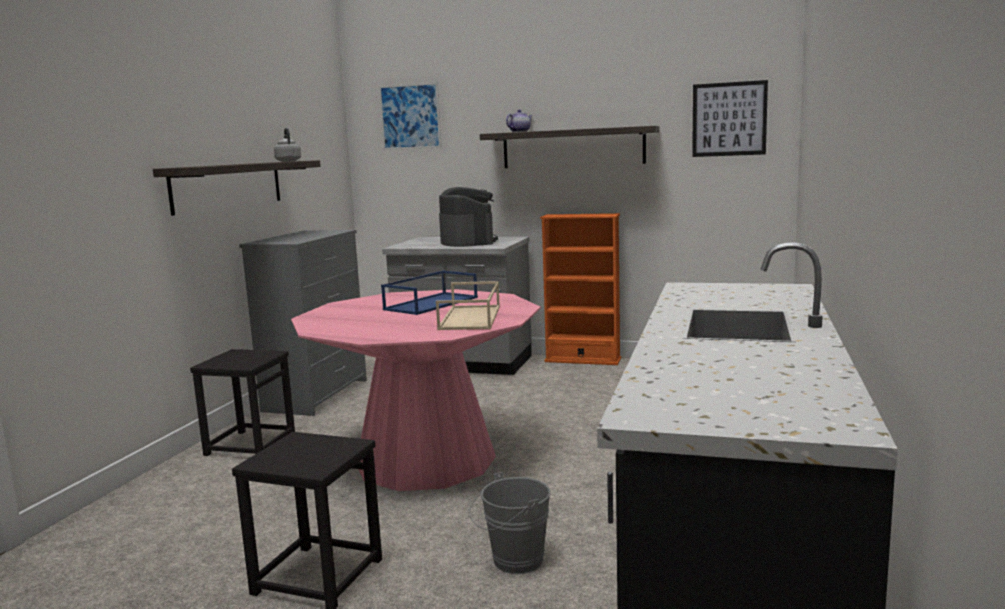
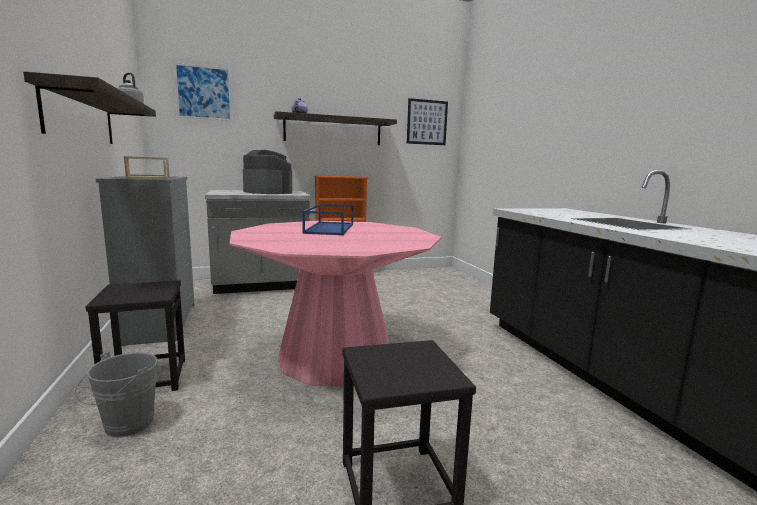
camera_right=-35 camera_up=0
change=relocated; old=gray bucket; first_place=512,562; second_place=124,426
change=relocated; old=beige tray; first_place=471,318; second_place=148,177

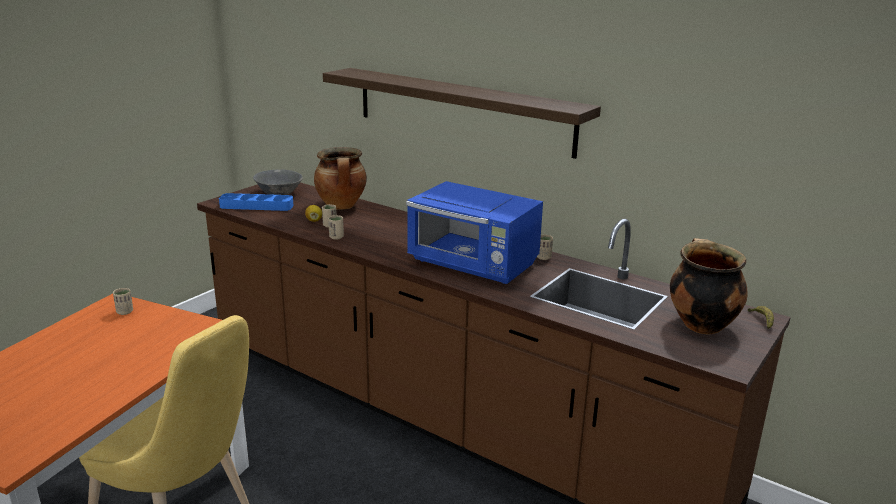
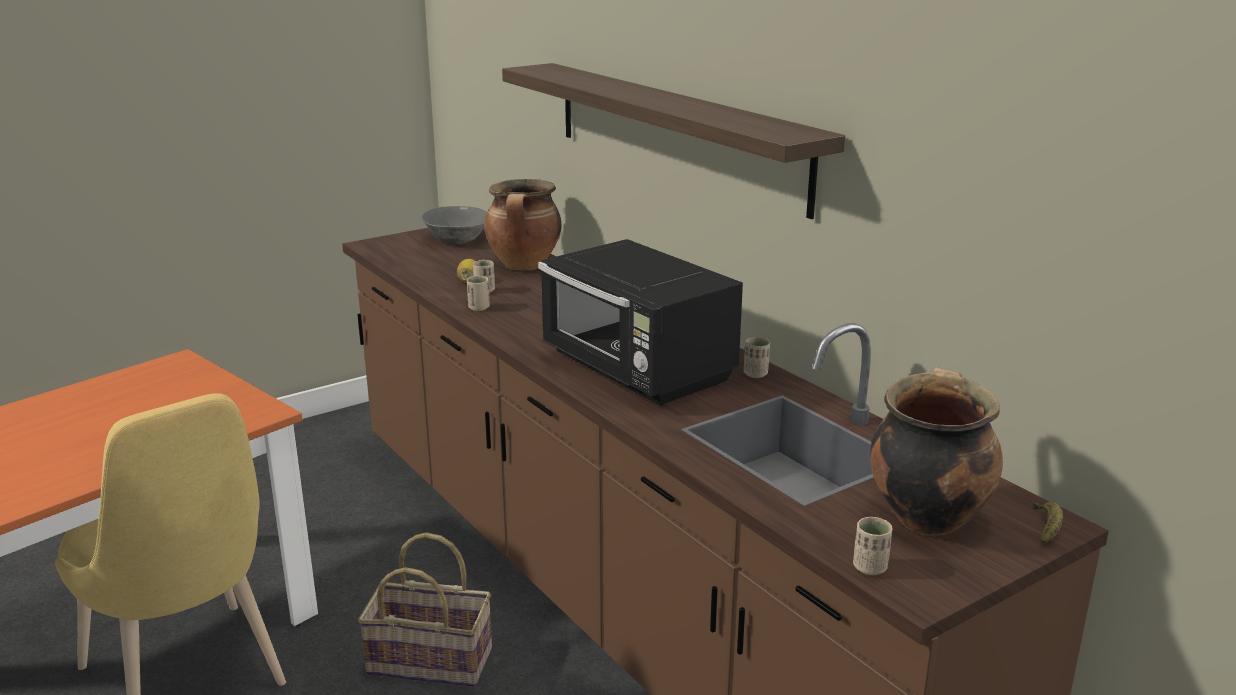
camera_right=20 camera_up=0
change=appeared; new=storage basket; second_place=431,660
change=colour; old=blue-coloured microwave oven; new=black microwave oven; first_place=473,265; second_place=638,371
change=relocated; old=beige cup; first_place=125,312; second_place=870,567
change=missing; old=blue-coloured tray; first_place=256,206

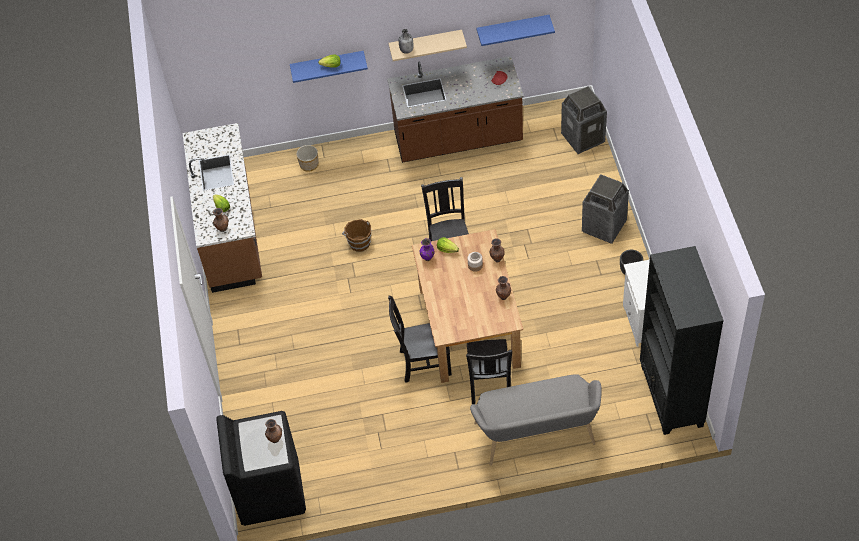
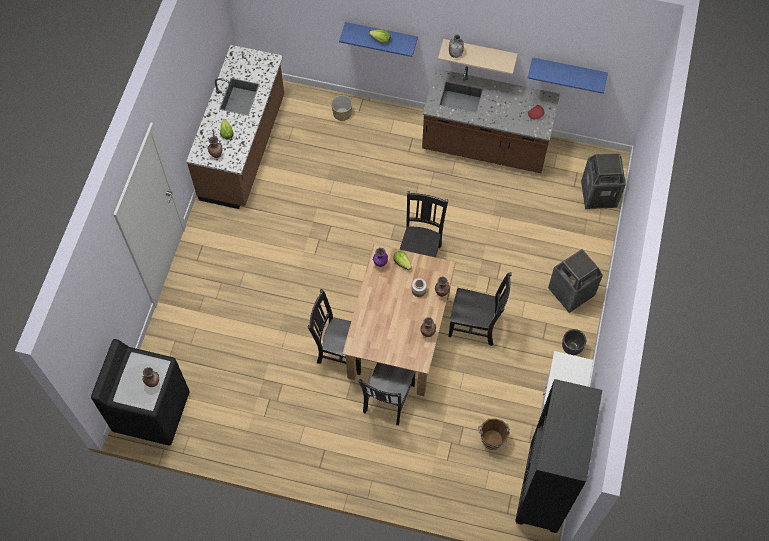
camera_right=20 camera_up=10
change=appeared; new=black upright chair; second_place=475,325
change=relocated; old=brown bucket; first_place=359,243; second_place=492,438
change=missing; old=gray long seat; first_place=537,438

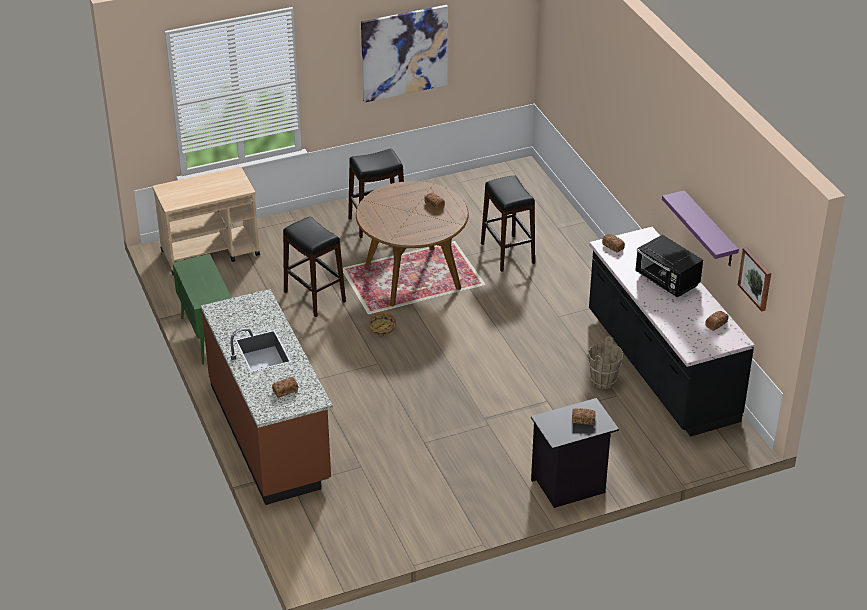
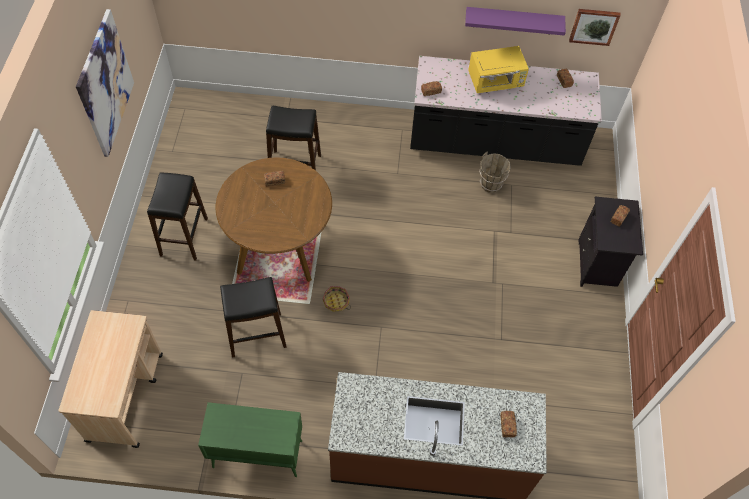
camera_right=-65 camera_up=20
change=colour; old=black microwave oven; new=yellow microwave oven; first_place=667,281; second_place=496,82

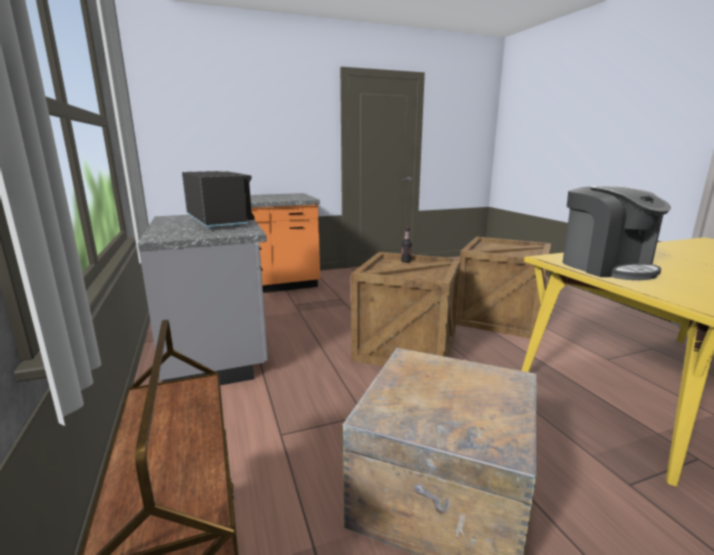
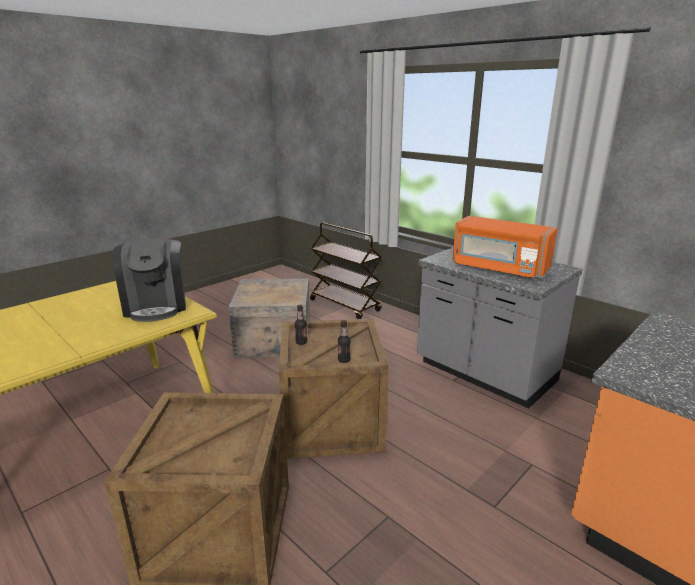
camera_right=155 camera_up=5
change=spun; old=coffee maker; first_place=606,267; second_place=156,306; degrees=-150
change=appeared; new=beverage bottle; second_place=301,342
change=colour; old=black microwave oven; new=orange microwave oven; first_place=218,221; second_place=499,268

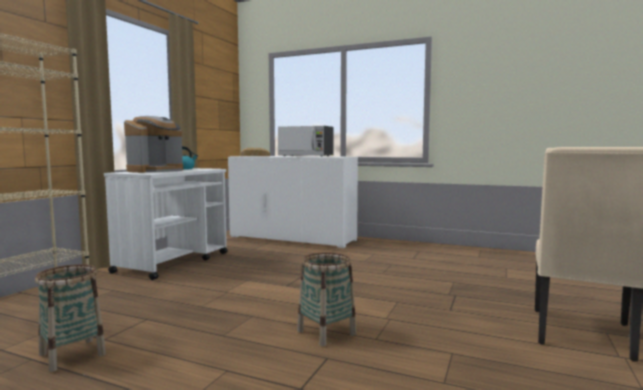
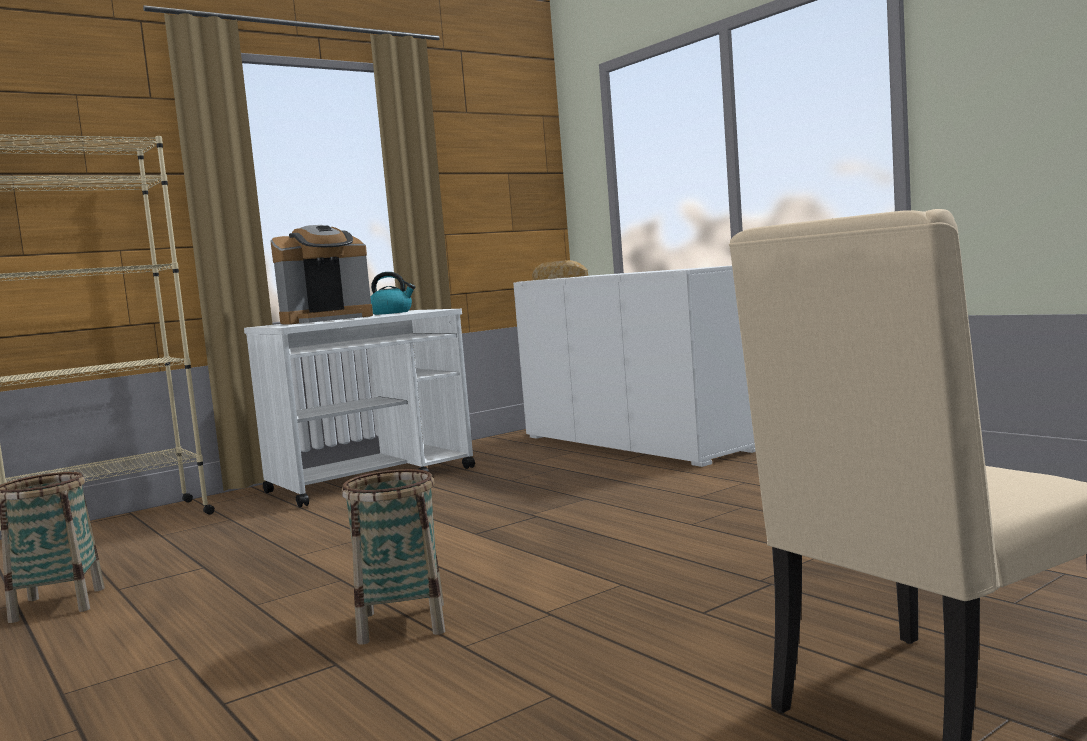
camera_right=30 camera_up=0
change=missing; old=microwave oven; first_place=306,156

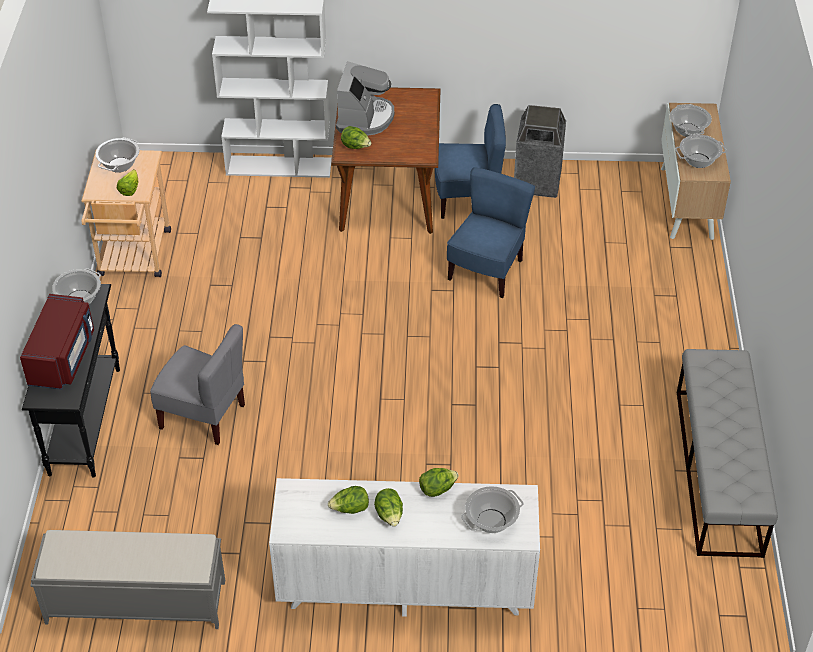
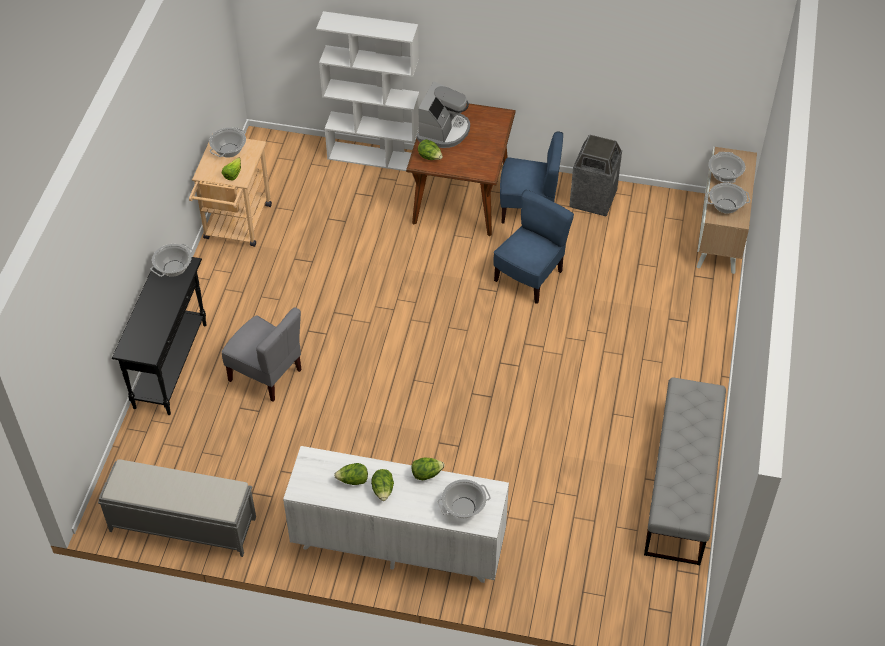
camera_right=10 camera_up=5
change=missing; old=red microwave oven; first_place=63,357

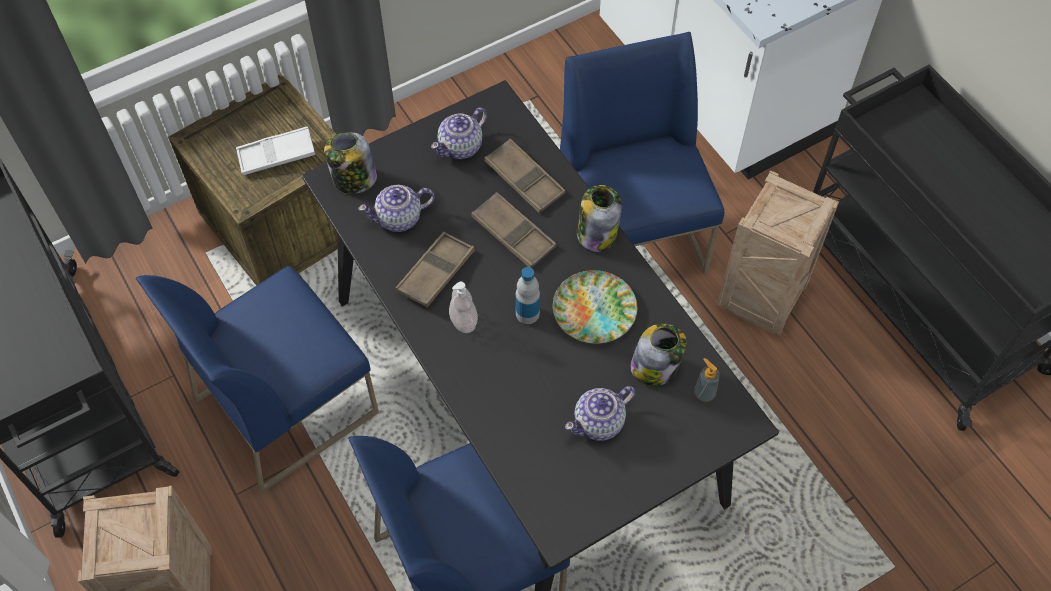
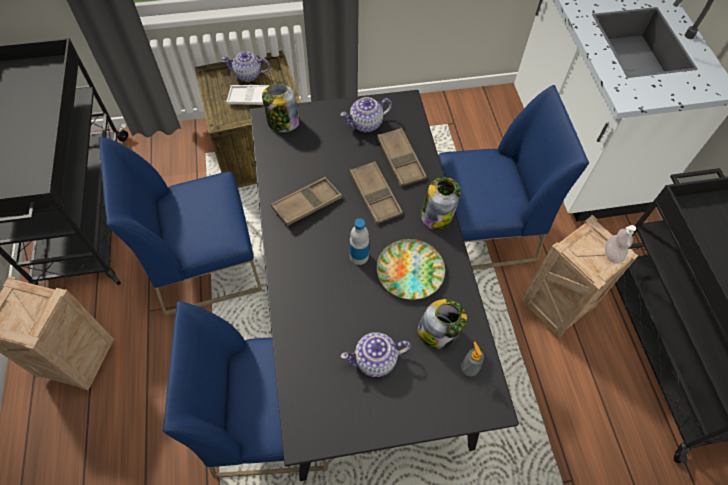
camera_right=20 camera_up=0
change=relocated; old=teapot; first_place=399,218; second_place=248,75
change=spun; old=blue-coloured upright chair; first_place=633,235; second_place=480,232; degrees=75
change=relocated; old=soap dispenser; first_place=463,321; second_place=612,254

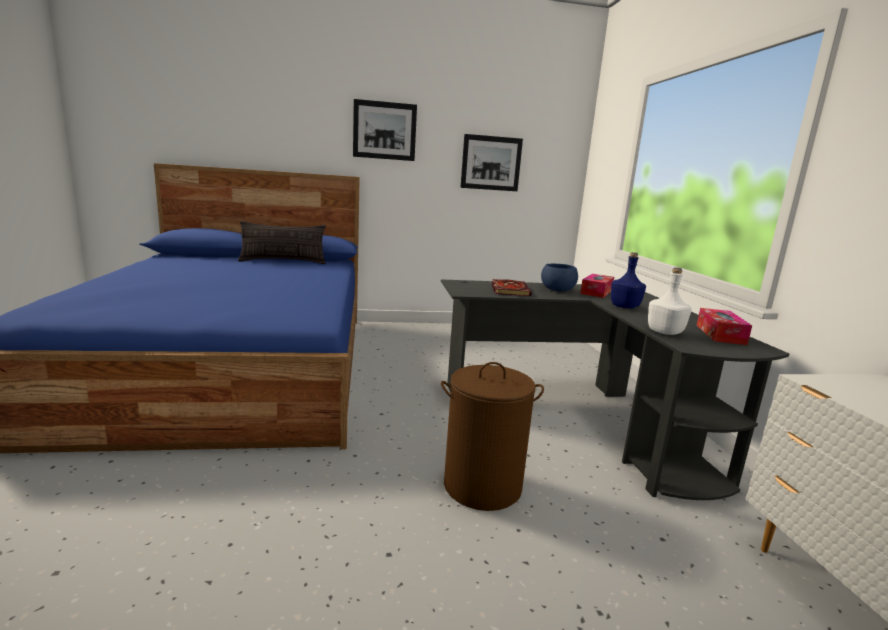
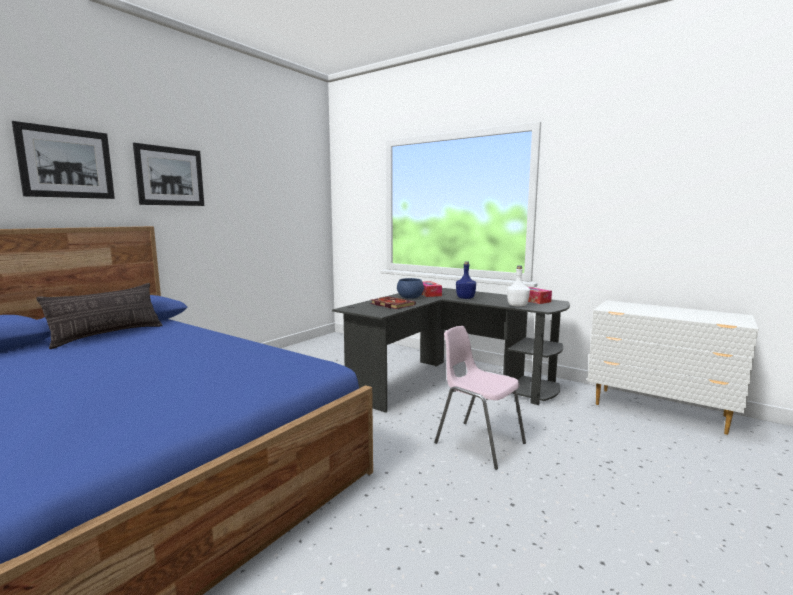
camera_right=-45 camera_up=-5
change=relocated; old=wall picture; first_place=491,163; second_place=67,163
change=exchanged; old=brown washing basket; new=pinkish upright chair; first_place=483,486; second_place=478,443

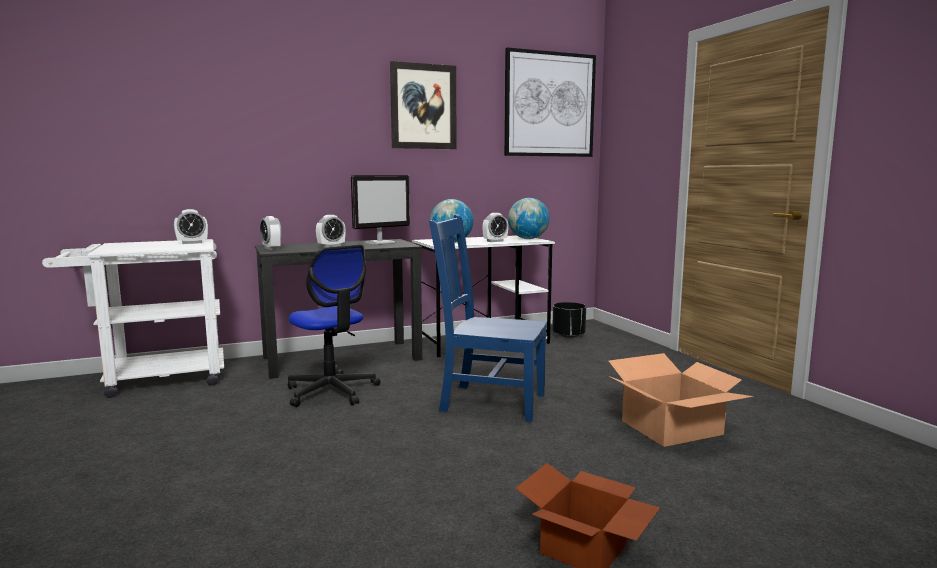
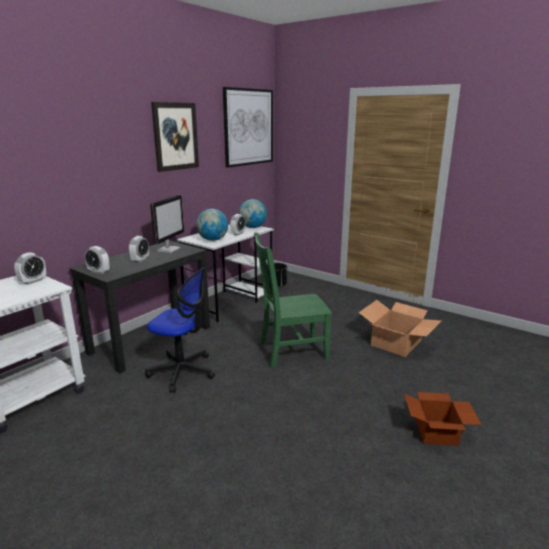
camera_right=-30 camera_up=10
change=colour; old=blue-coloured upright chair; new=green-coloured upright chair; first_place=489,402; second_place=290,351

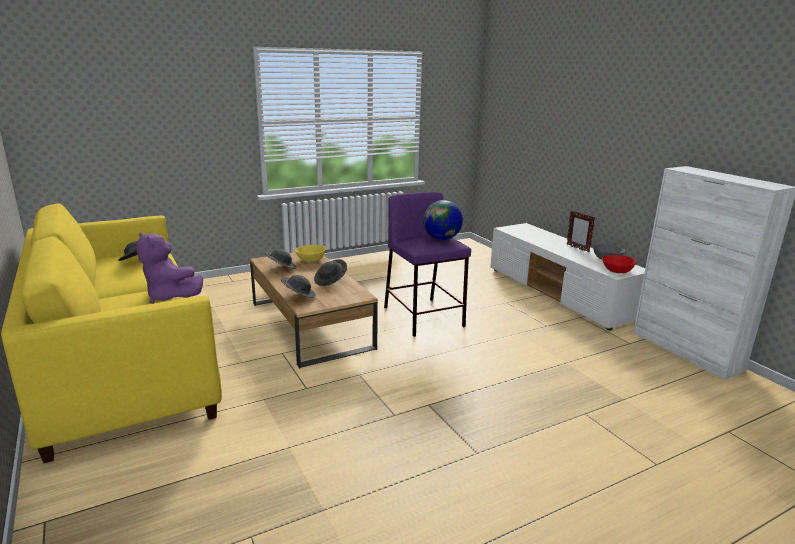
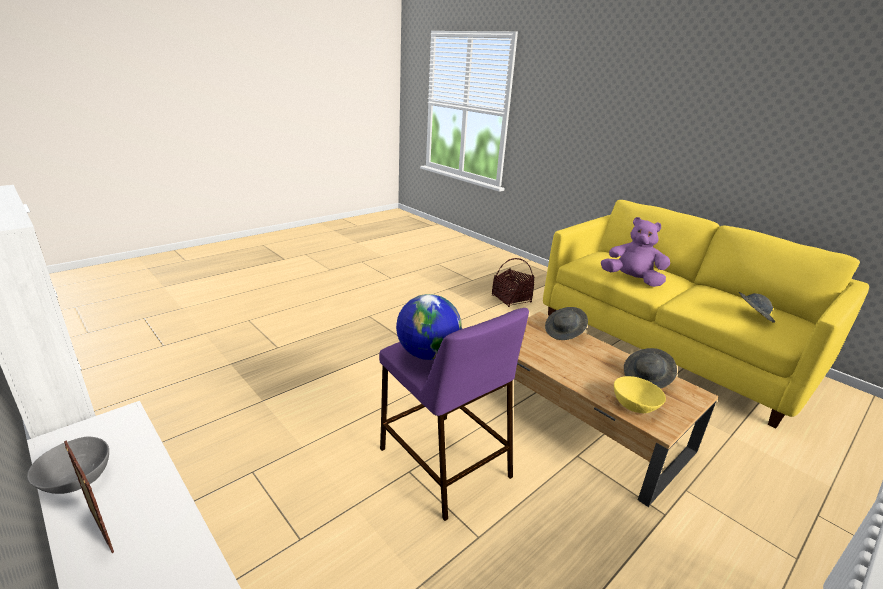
camera_right=165 camera_up=5
change=appeared; new=storage basket; second_place=511,299
change=missing; old=gray wearable hat; first_place=331,281
change=missing; old=red deep dish; first_place=617,271

